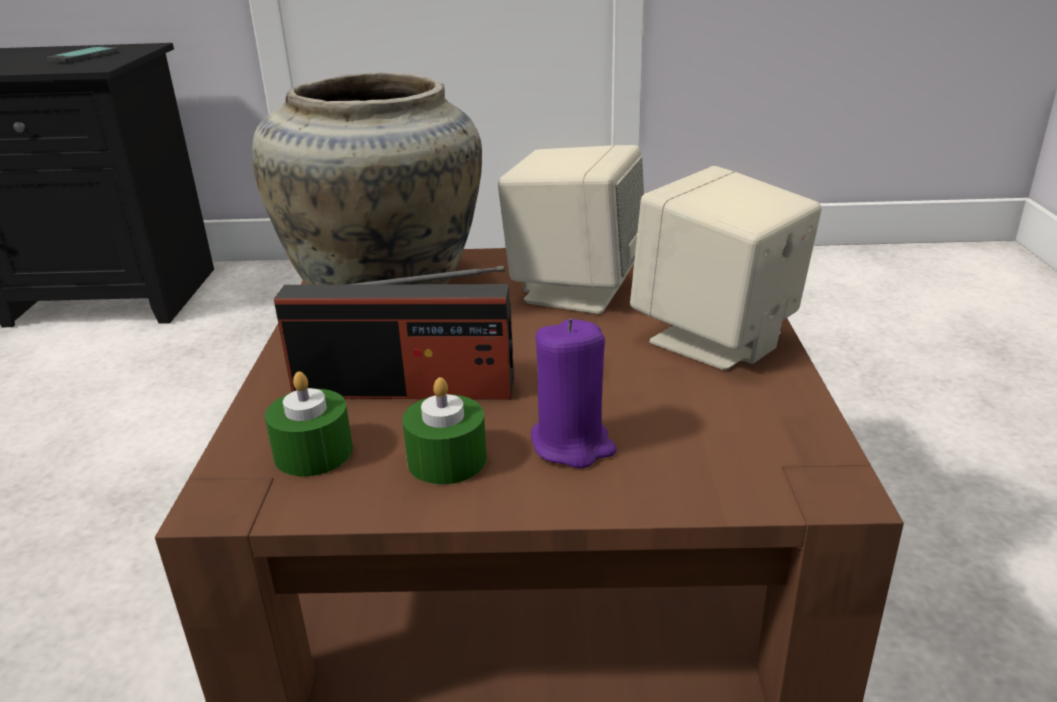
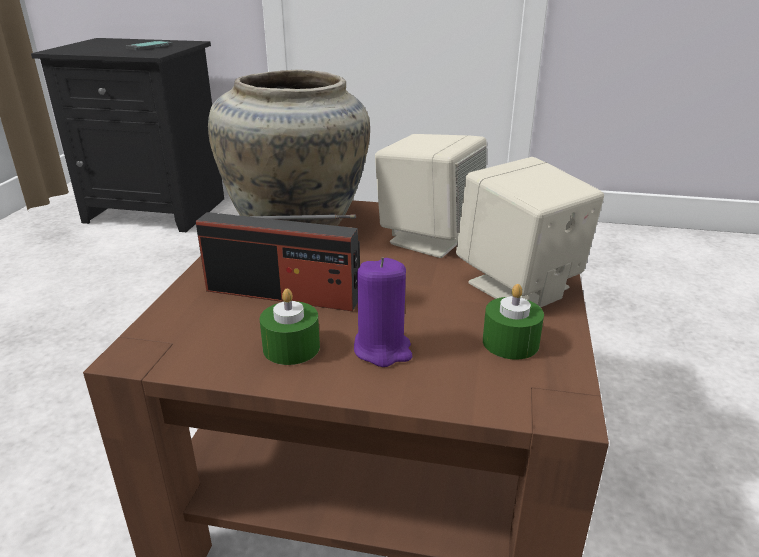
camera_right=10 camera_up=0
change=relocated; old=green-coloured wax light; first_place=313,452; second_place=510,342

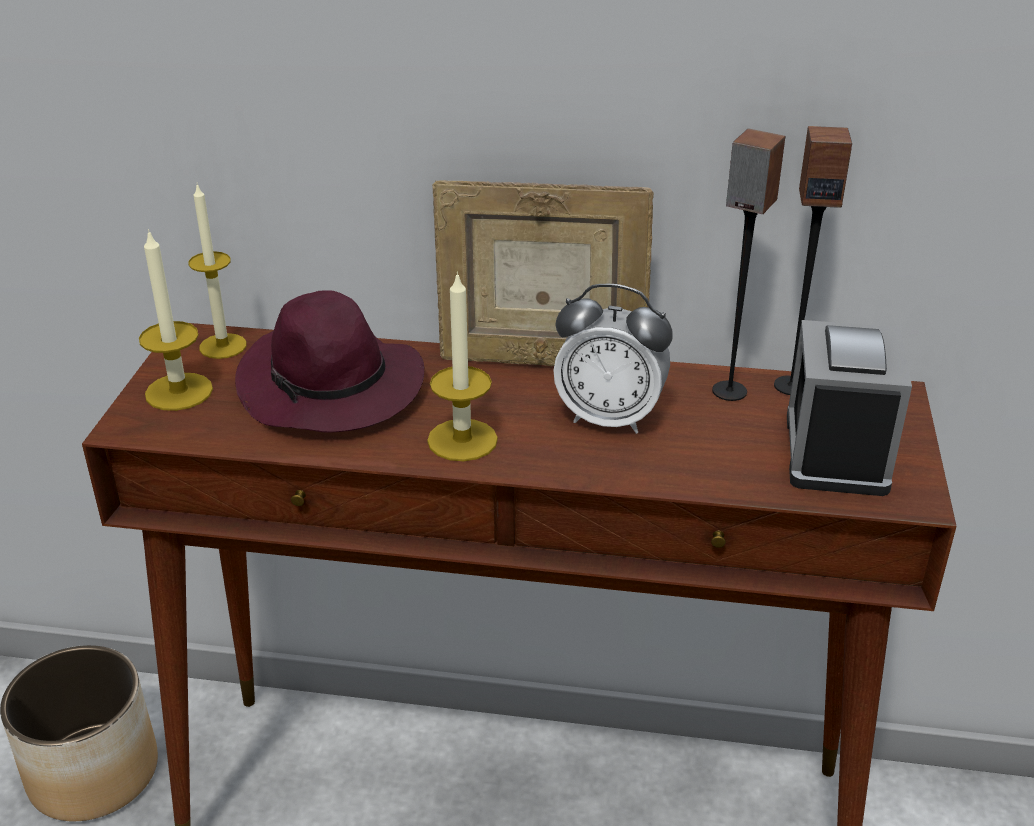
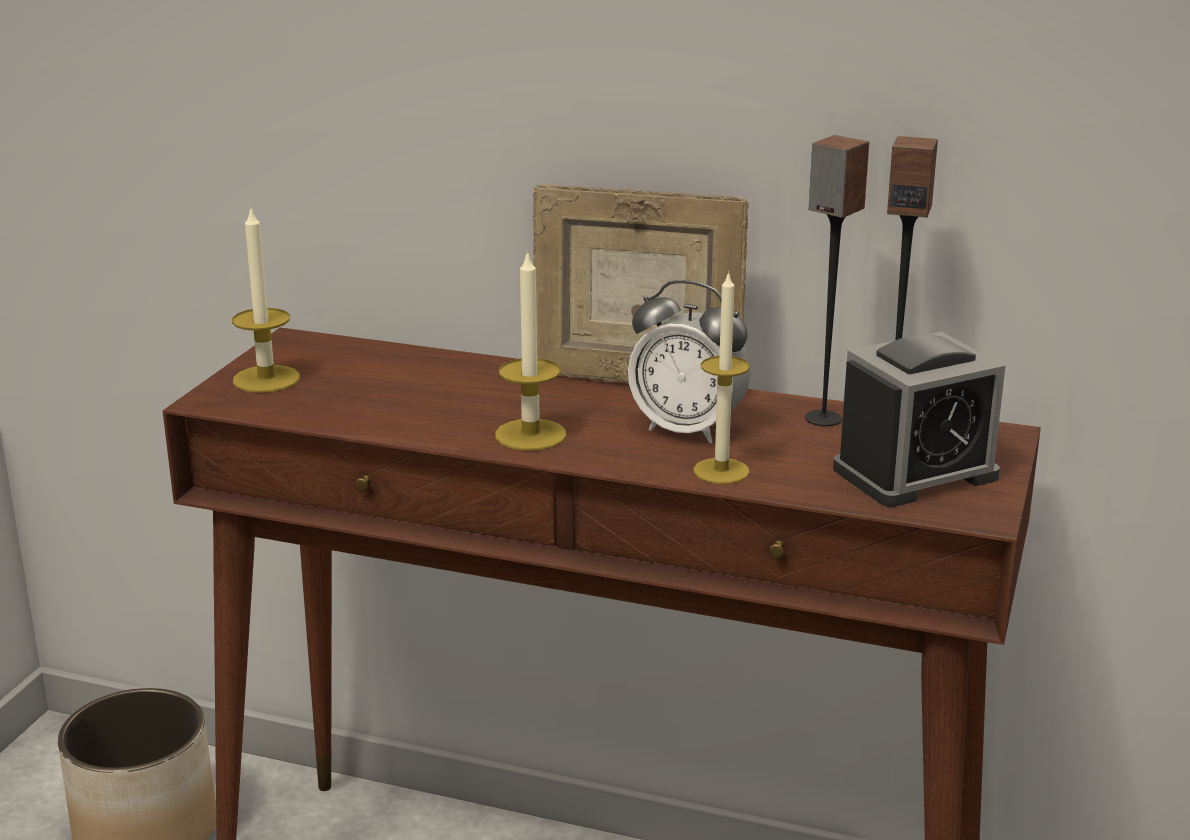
camera_right=10 camera_up=-10
change=relocated; old=wax light; first_place=223,346; second_place=721,471
change=spun; old=bedside clock; first_place=836,452; second_place=915,473; degrees=-135
change=missing; old=purplish wearable hat; first_place=332,388

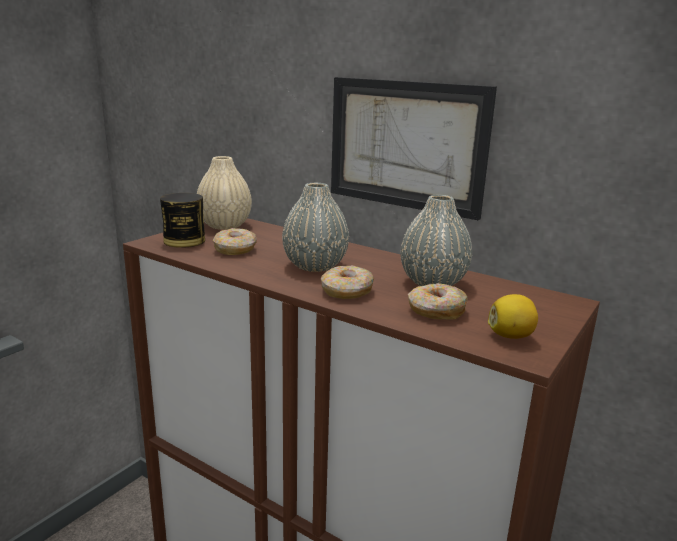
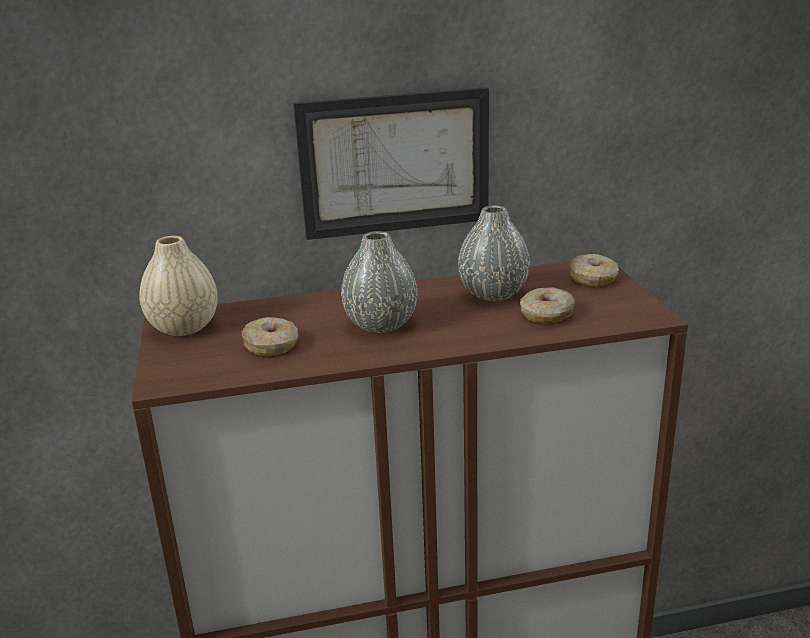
camera_right=-45 camera_up=5
change=relocated; old=donut; first_place=347,291; second_place=593,278
change=missing; old=sealed can; first_place=184,241
change=missing; old=whole lemon; first_place=510,335

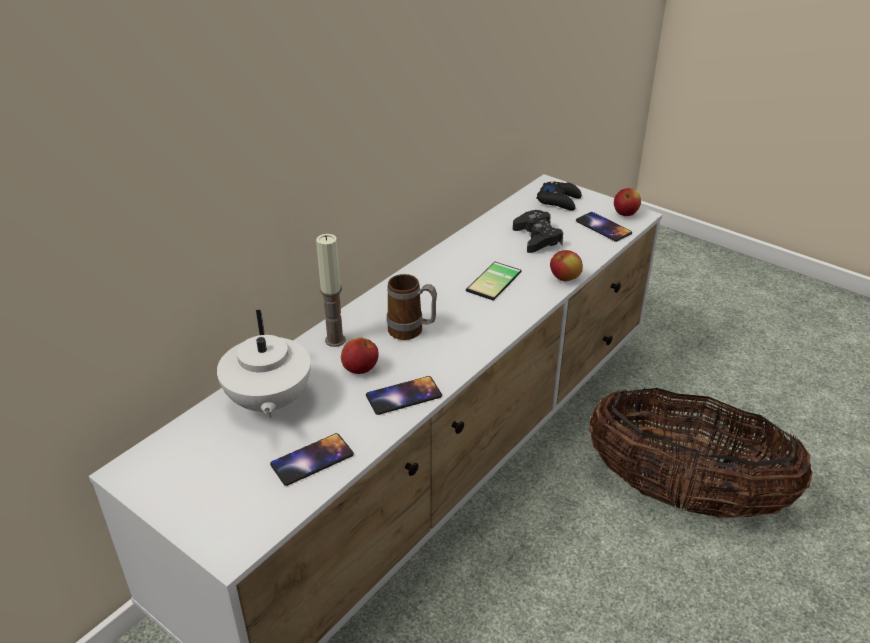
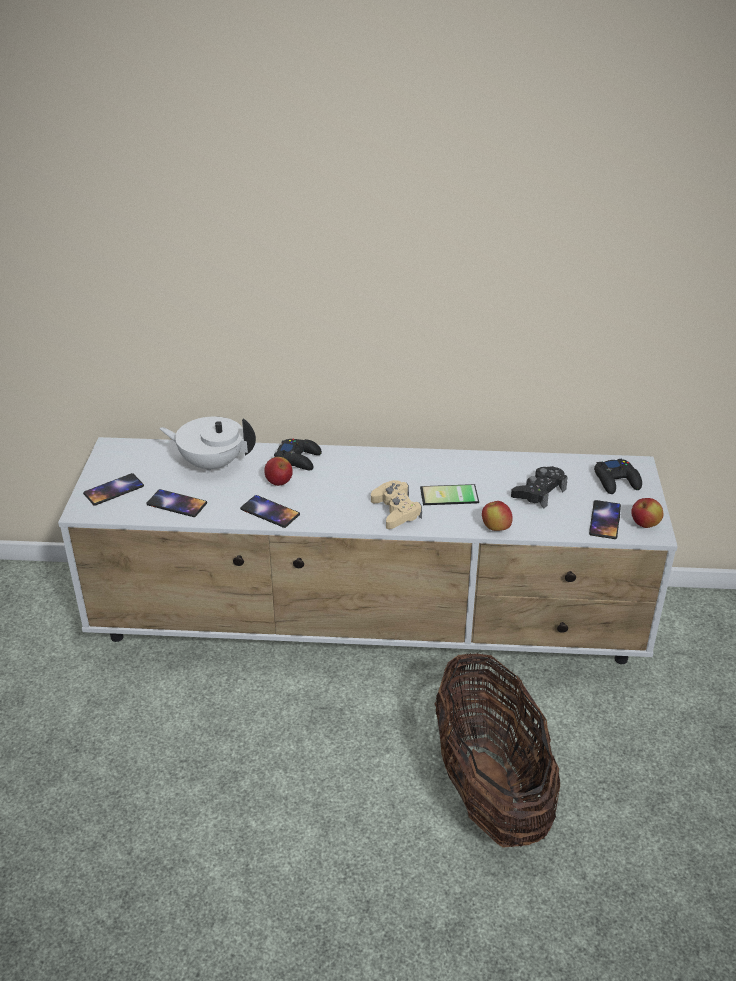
camera_right=55 camera_up=0
change=appeared; new=handset; second_place=114,490
change=spun; old=white-coloured teapot; first_place=268,402; second_place=212,463; degrees=60
change=exchanged; old=wax light; new=black gamepad; first_place=335,340; second_place=298,459
change=appeared; new=beige gamepad; second_place=396,511
change=missing; old=coffee mug; first_place=412,332

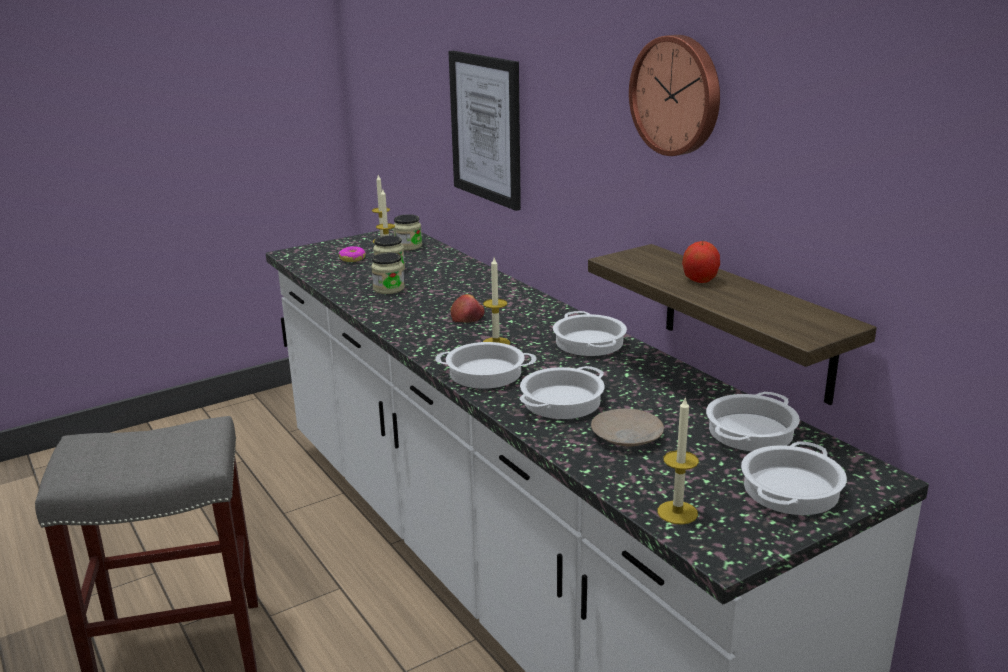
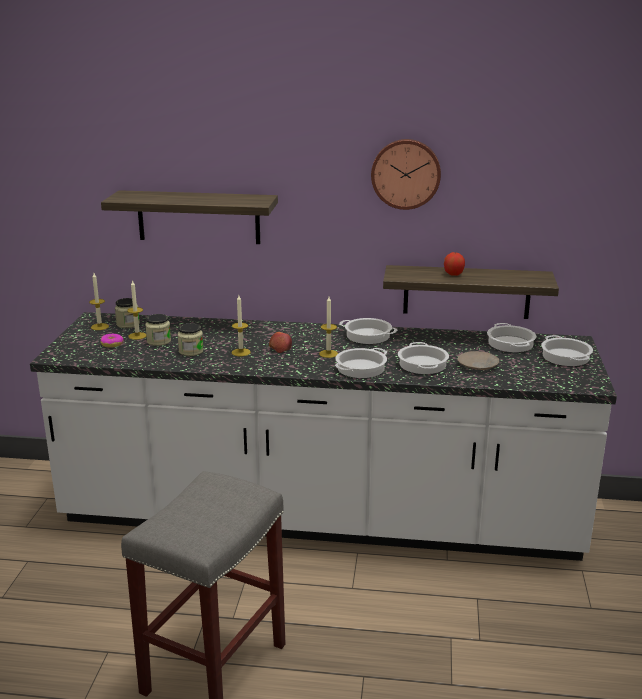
camera_right=-50 camera_up=0
change=exchanged; old=wall picture; new=bracket shelf; first_place=486,128; second_place=198,217
change=relocated; old=wax light; first_place=677,512; second_place=241,352

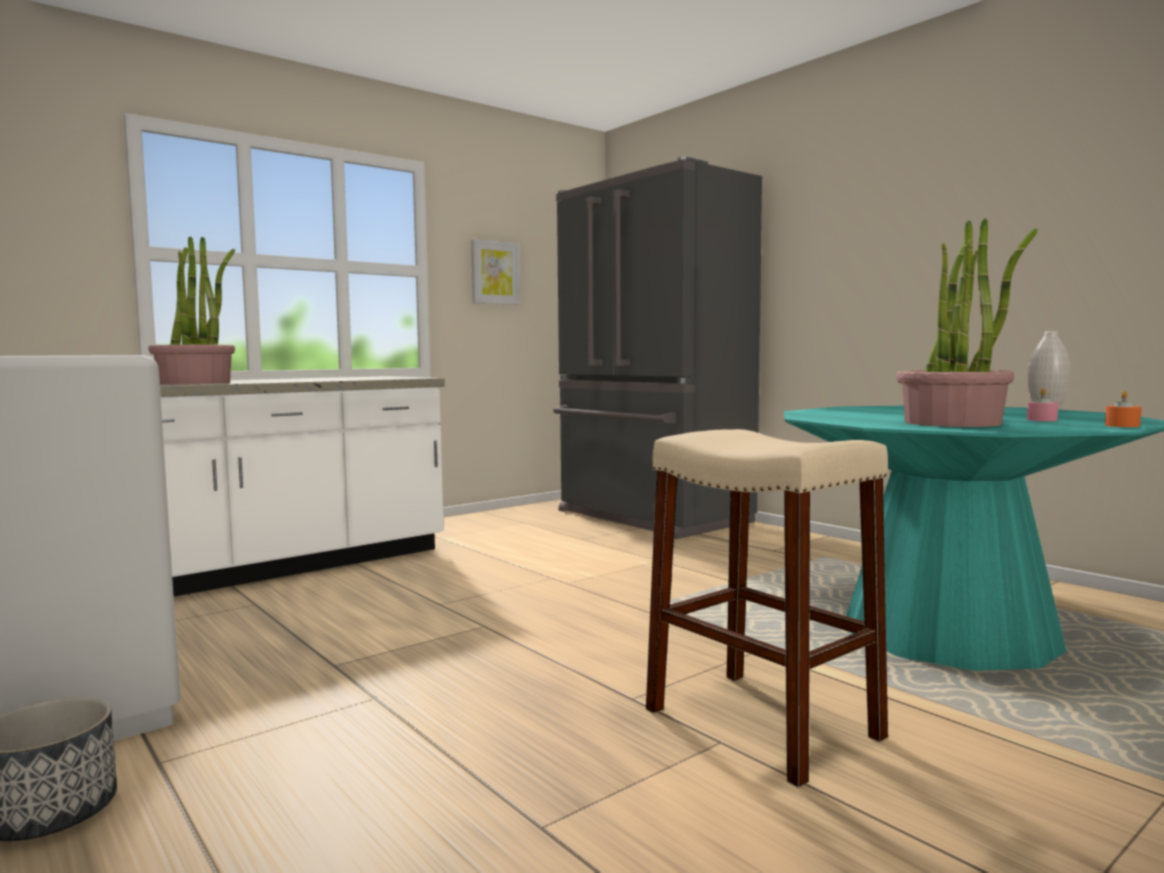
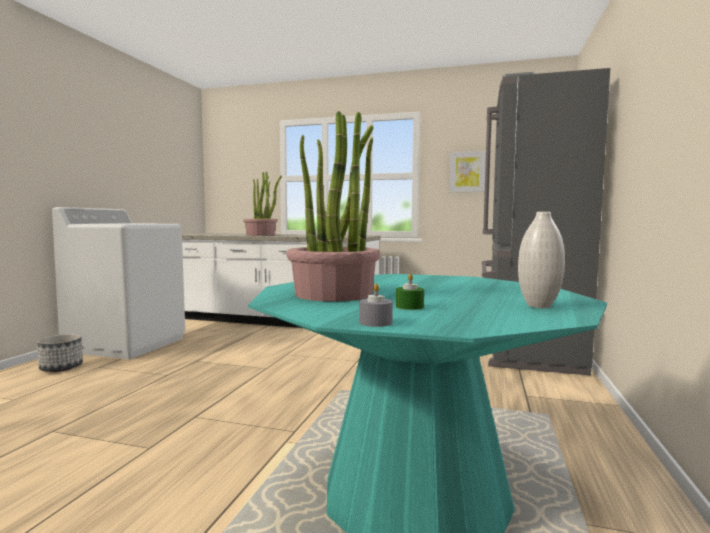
camera_right=55 camera_up=0
change=colour; old=orange wax light; new=gray wax light; first_place=1122,425; second_place=375,322
change=colour; old=pinkish wax light; new=green-coloured wax light; first_place=1041,420; second_place=409,307
change=missing; old=beige stool seat; first_place=761,723

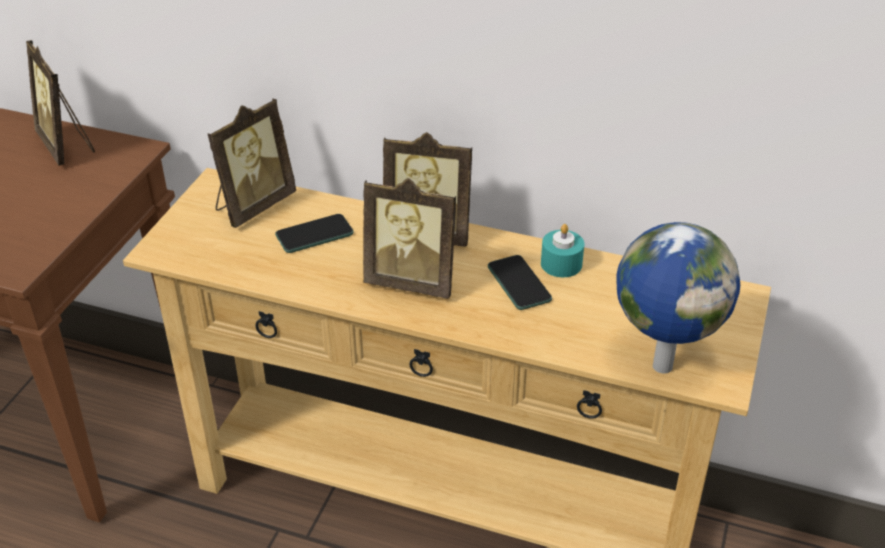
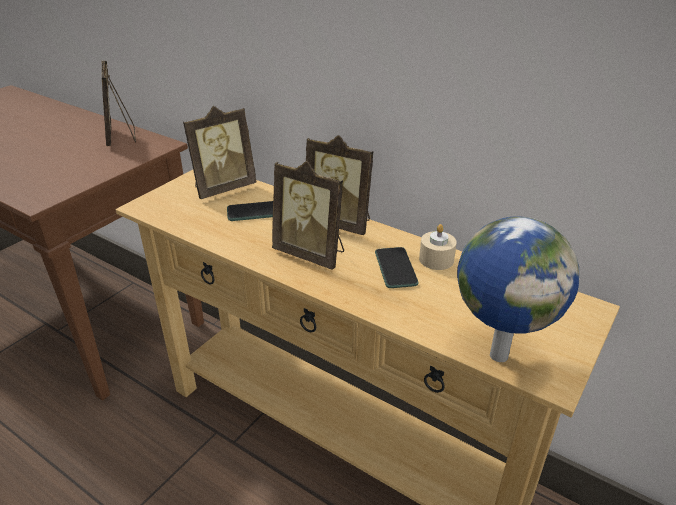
camera_right=15 camera_up=-5
change=colour; old=blue-green wax light; new=beige wax light; first_place=561,264; second_place=436,259

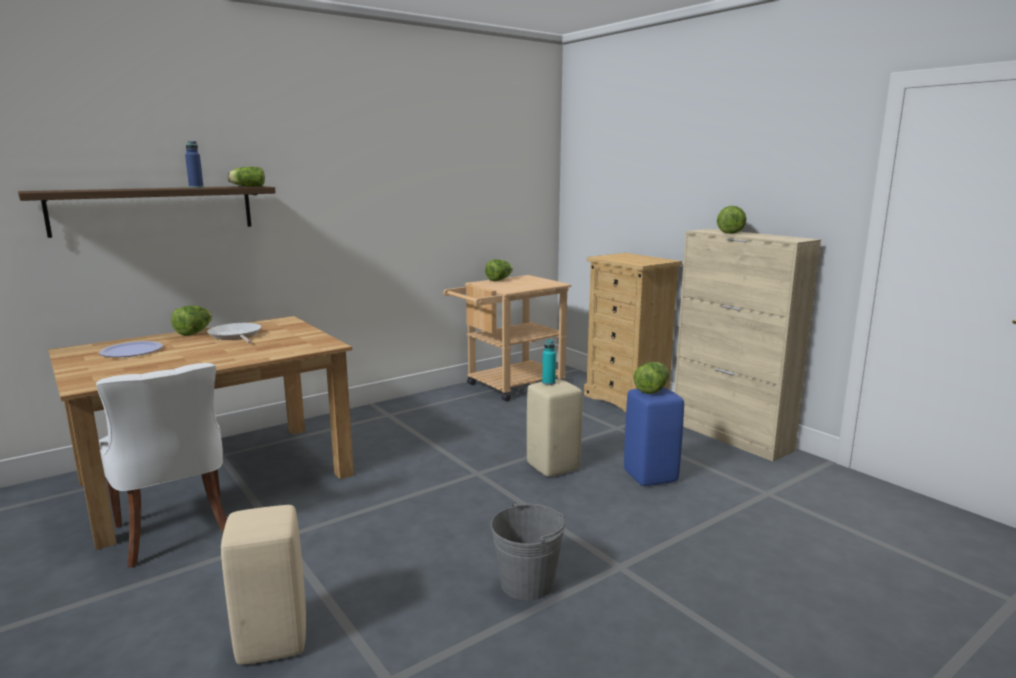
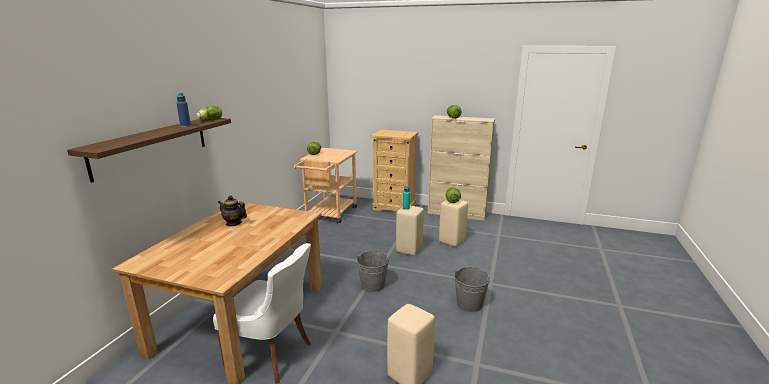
camera_right=-35 camera_up=5
change=exchanged; old=frying pan; new=teapot; first_place=236,336; second_place=233,223
change=appeared; new=gray bucket; second_place=373,285
change=colour; old=blue-coloured stool seat; new=beige stool seat; first_place=651,477; second_place=452,241
change=missing; old=flat dish; first_place=131,351
change=missing; old=head of lettuce; first_place=194,333

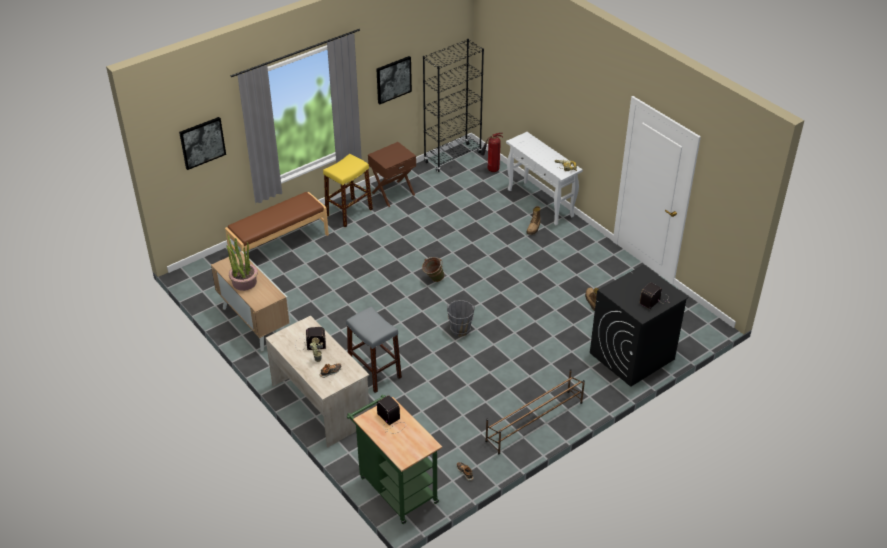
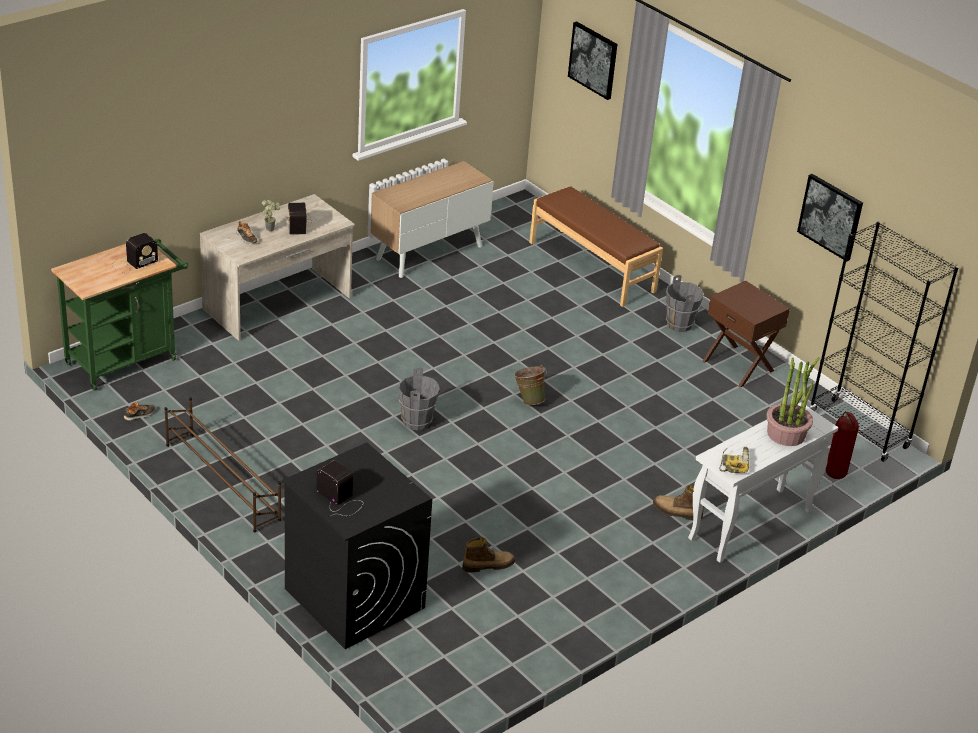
camera_right=85 camera_up=-5
change=exchanged; old=yellow stool seat; new=gray bucket; first_place=349,212; second_place=679,324
change=relocated; old=potted plant; first_place=244,282; second_place=786,433
change=missing; old=gray stool seat; first_place=374,372

